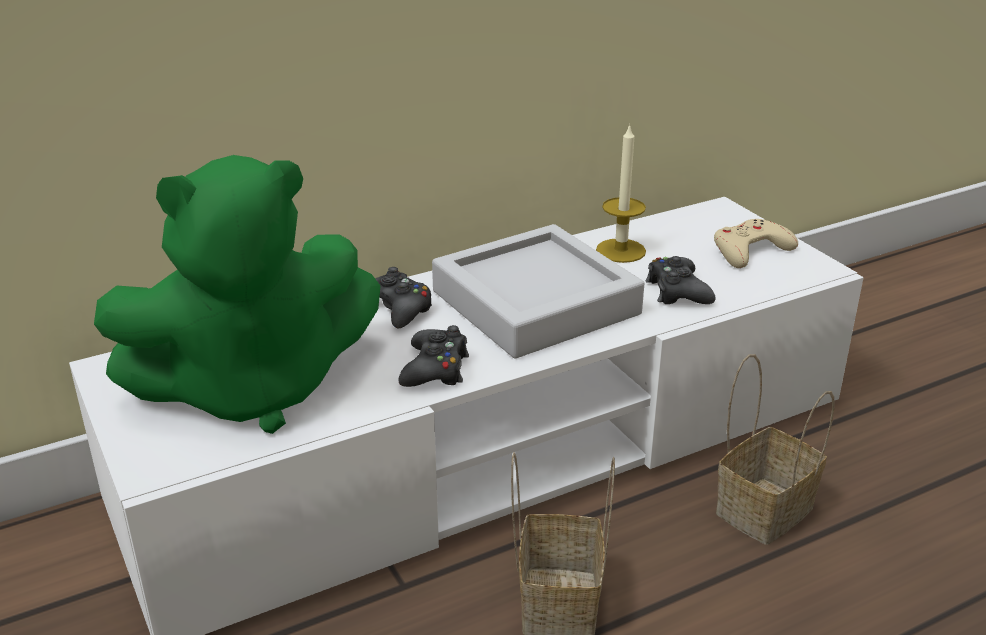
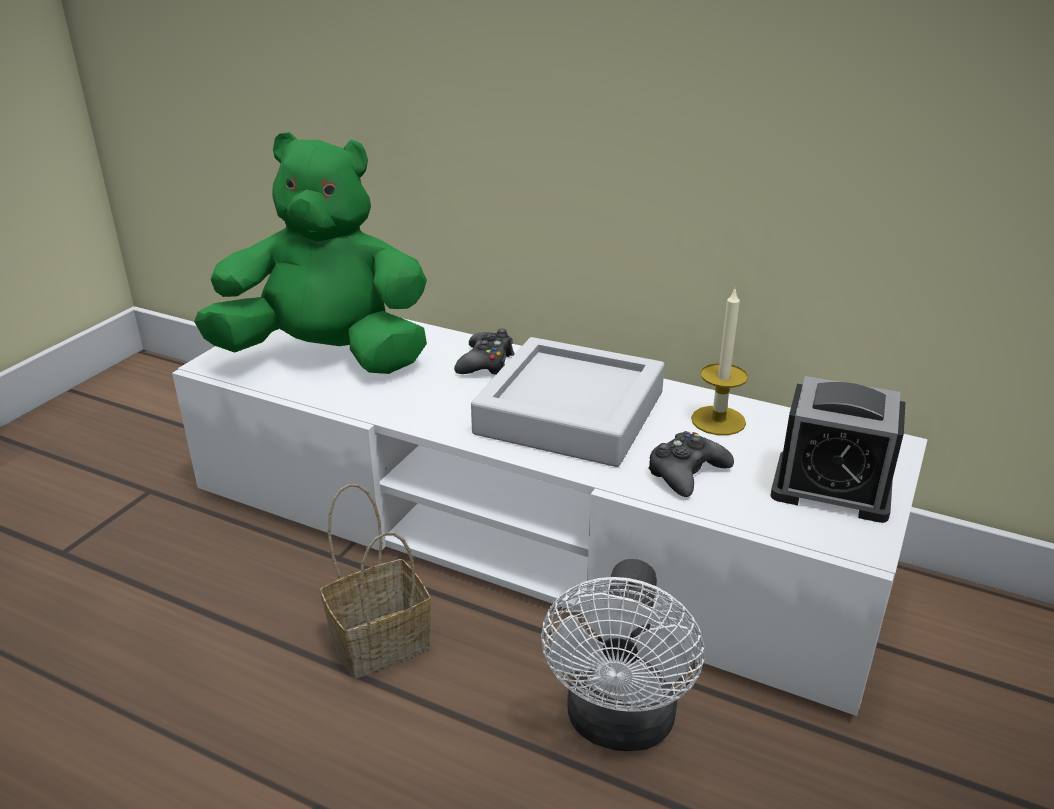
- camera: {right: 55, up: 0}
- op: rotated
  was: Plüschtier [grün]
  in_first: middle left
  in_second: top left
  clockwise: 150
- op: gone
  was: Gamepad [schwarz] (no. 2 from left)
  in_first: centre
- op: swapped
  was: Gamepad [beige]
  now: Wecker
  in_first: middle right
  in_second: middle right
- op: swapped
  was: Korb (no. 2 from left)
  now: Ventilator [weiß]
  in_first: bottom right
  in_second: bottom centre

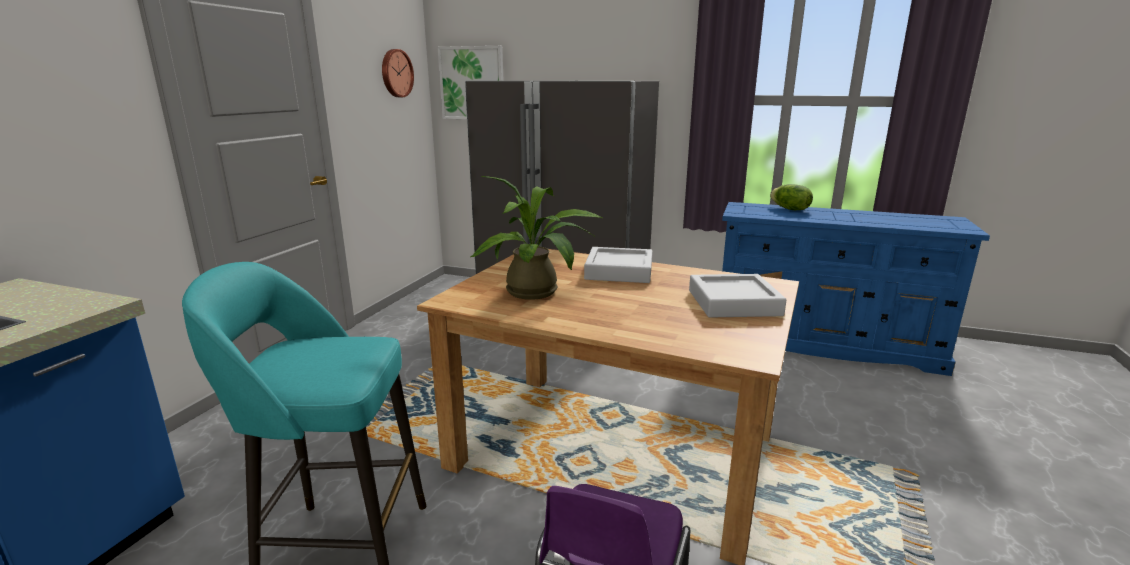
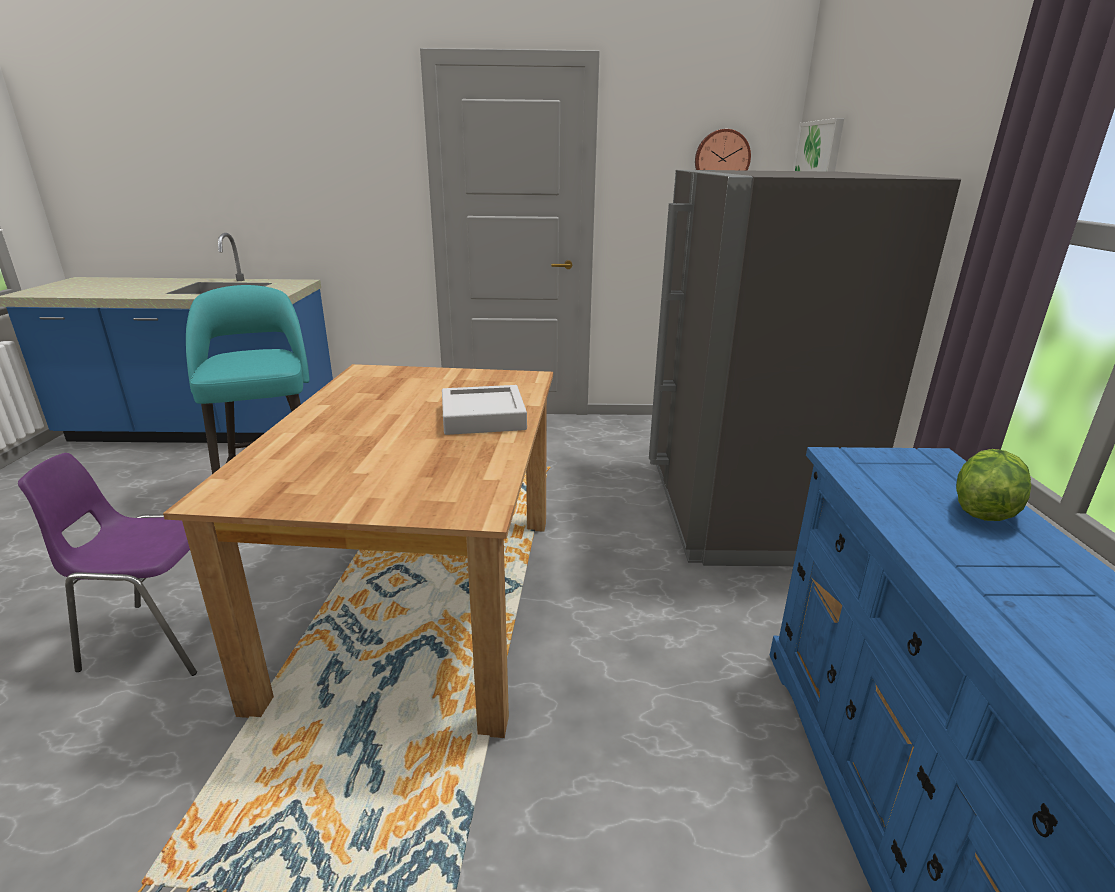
- camera: {right: 70, up: 5}
- op: gone
  was: Topfpflanze
  in_first: centre
- op: gone
  was: Tablett [grau] (no. 2 from left)
  in_first: centre

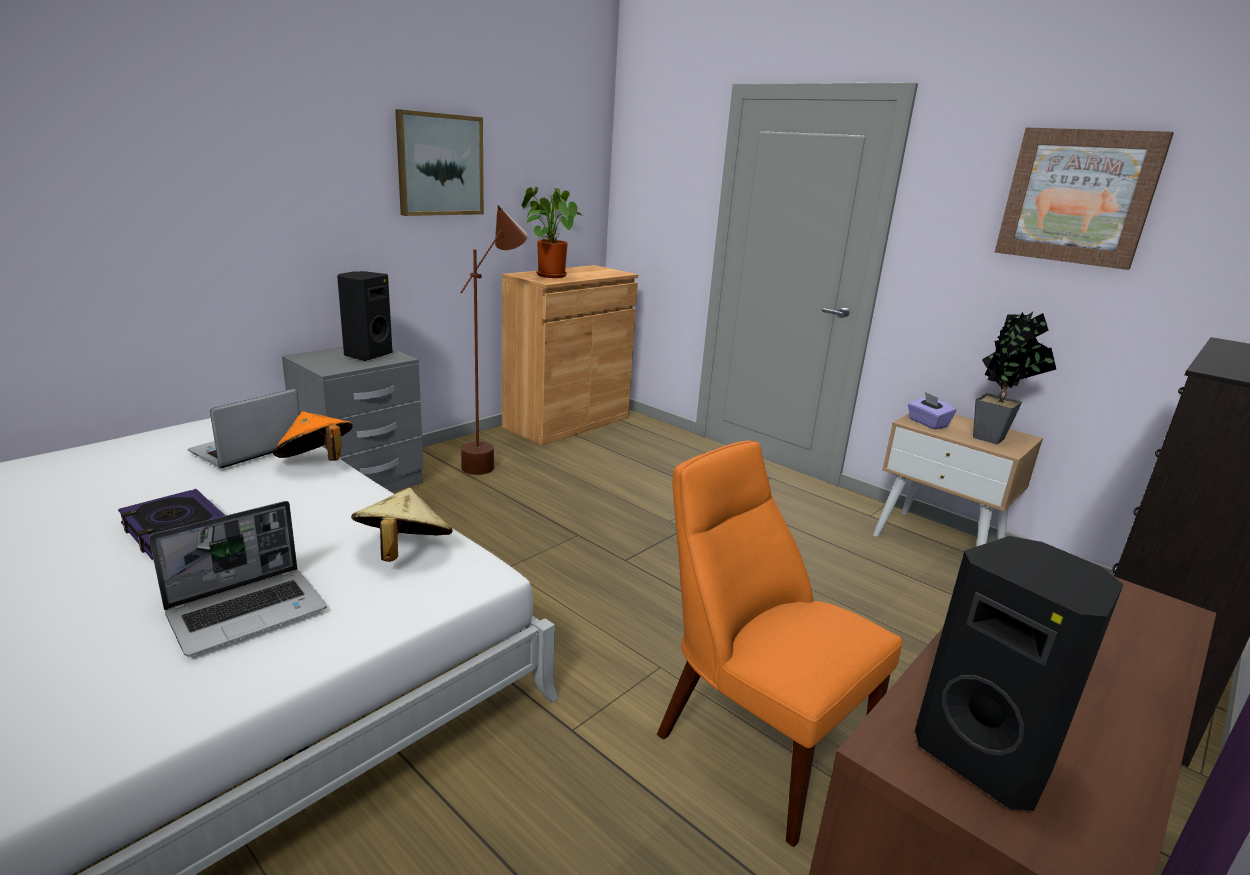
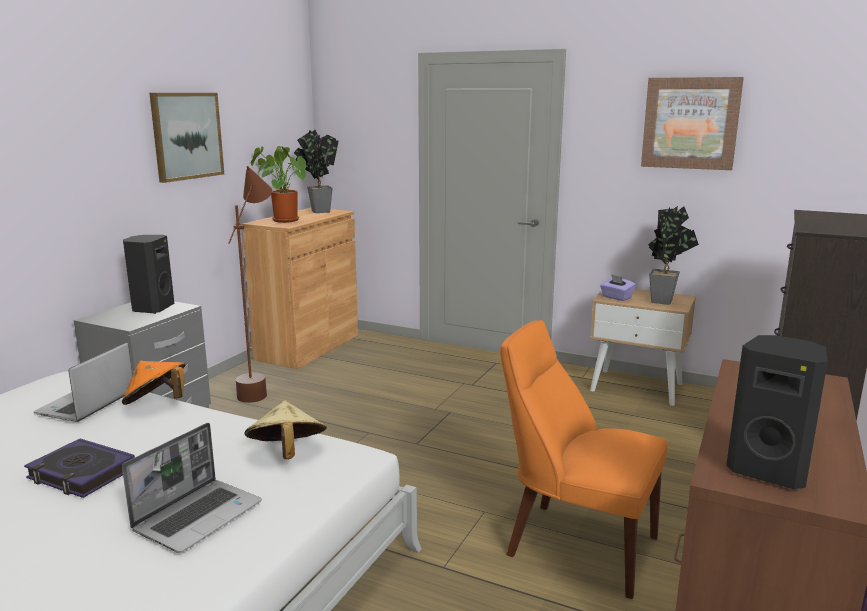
- camera: {right: -15, up: -5}
- op: new
  now: Topfpflanze (no. 2 from left)
  in_second: top centre

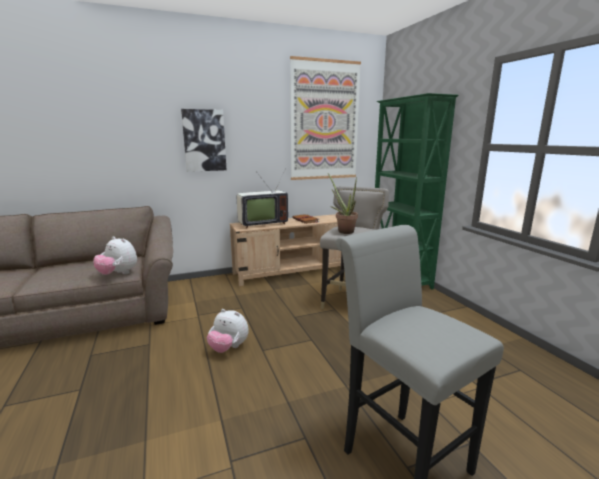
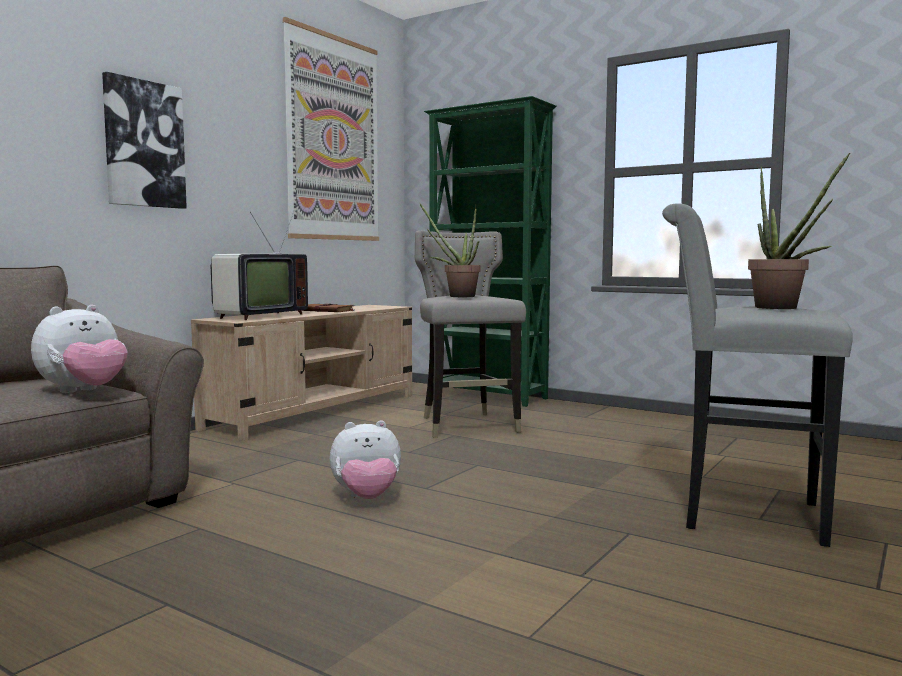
- camera: {right: -35, up: -10}
- op: rotated
  was: Plüschtier (no. 1 from left)
  in_first: middle left
  in_second: middle left
  clockwise: -45
- op: new
  now: Topfpflanze (no. 2 from left)
  in_second: middle right

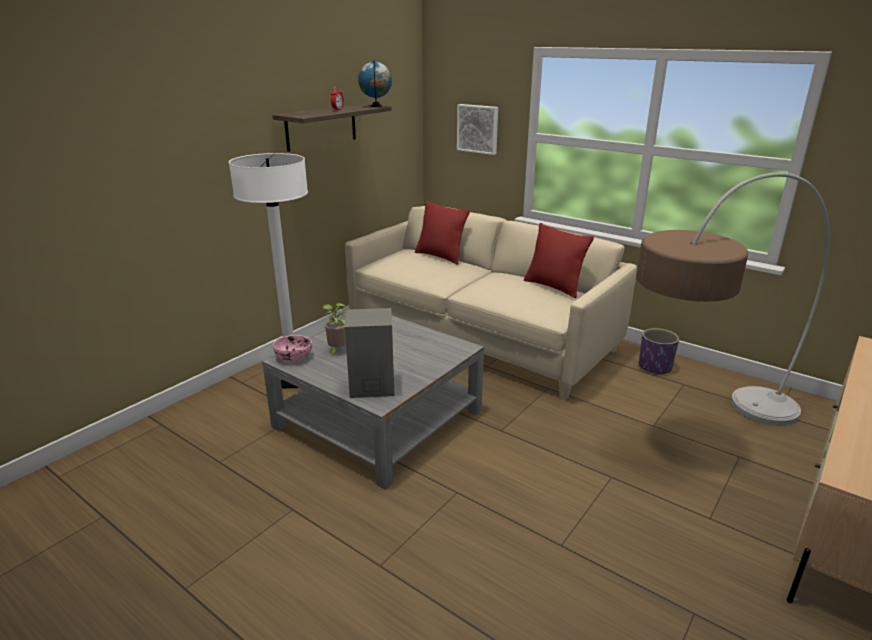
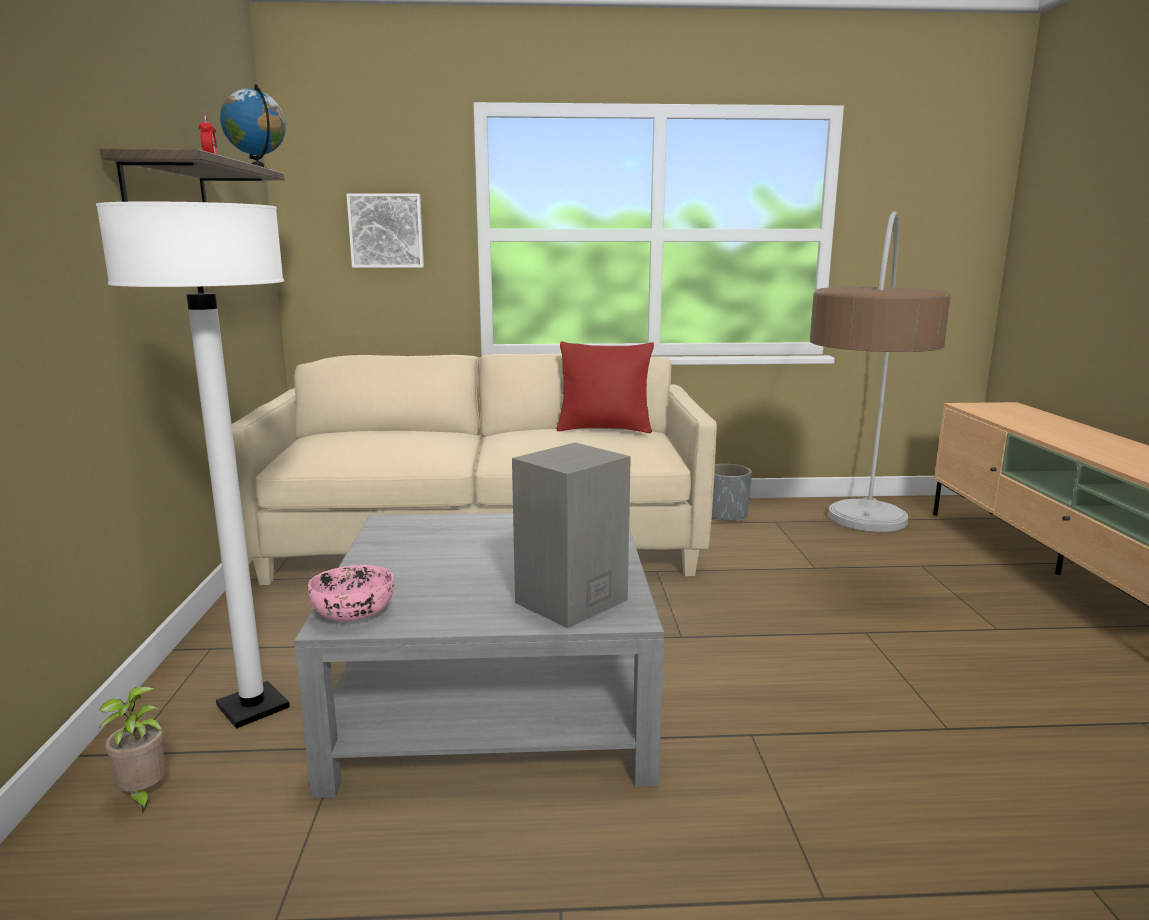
- camera: {right: -40, up: -10}
- op: shifted
  was: Topfpflanze
  in_first: centre
  in_second: bottom left
- op: gone
  was: Kissen [rot] (no. 1 from left)
  in_first: centre
- op: repainted
  was: Pflanzkübel [lila]
  now: Pflanzkübel [grau]
  in_first: middle right
  in_second: centre

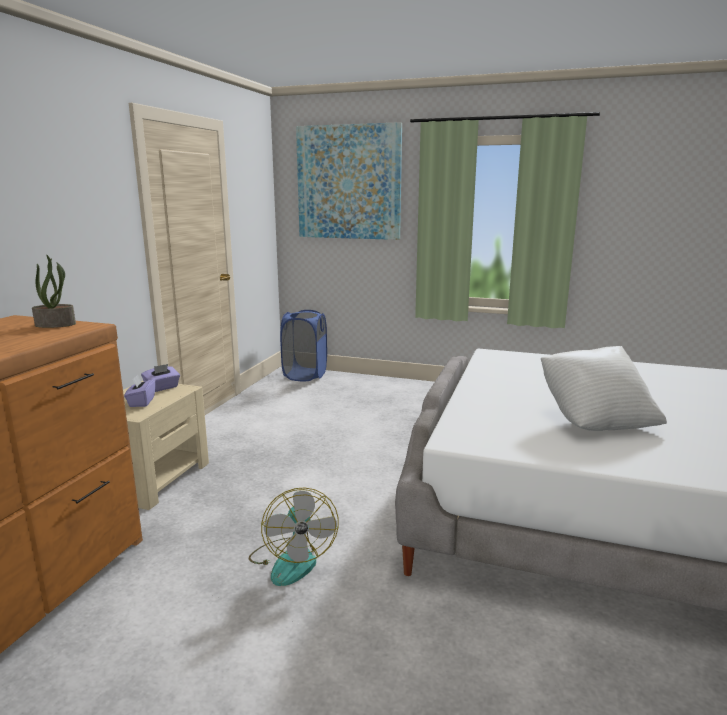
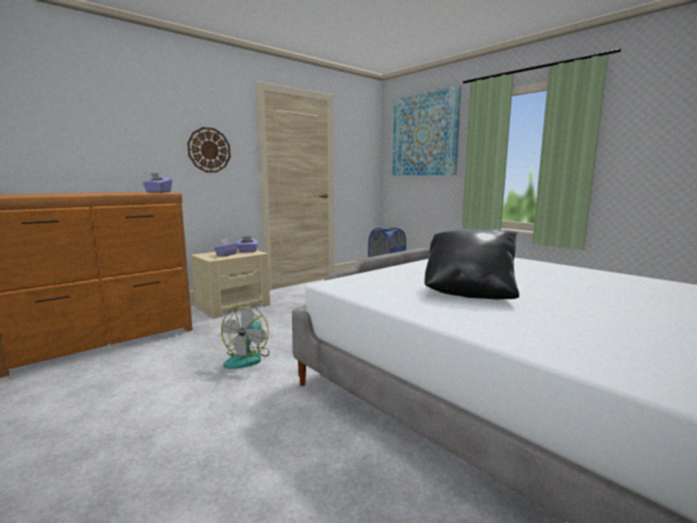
- camera: {right: 30, up: -5}
- op: swapped
  was: Topfpflanze
  now: Taschentuchbox [lila] (no. 1 from left)
  in_first: middle left
  in_second: middle left
- op: repainted
  was: Kissen [weiß]
  now: Kissen [schwarz]
  in_first: middle right
  in_second: middle right
- op: new
  now: Wanduhr
  in_second: top left

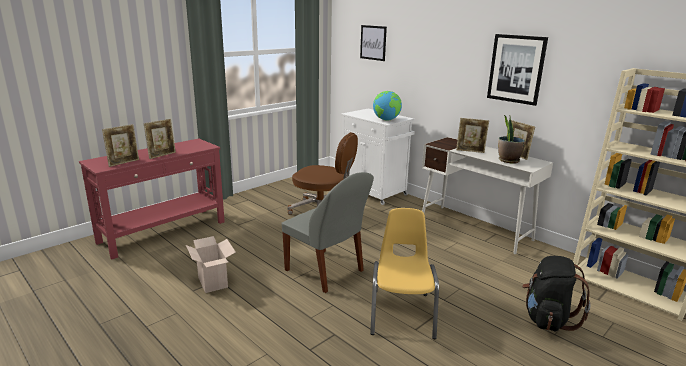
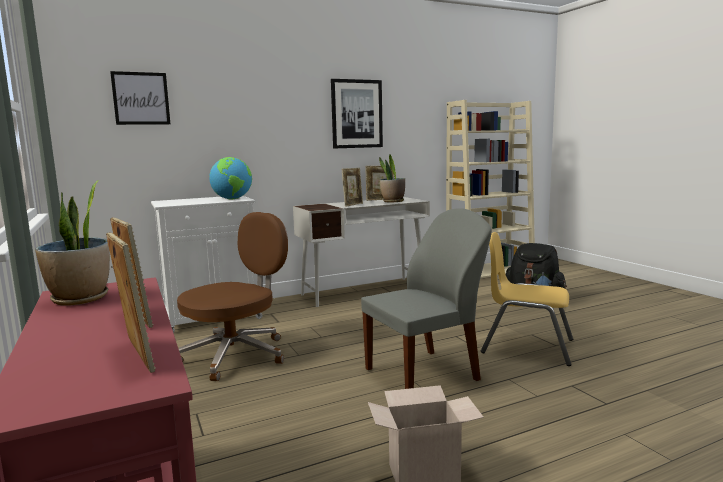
- camera: {right: -70, up: -10}
- op: new
  now: Topfpflanze (no. 1 from left)
  in_second: middle left

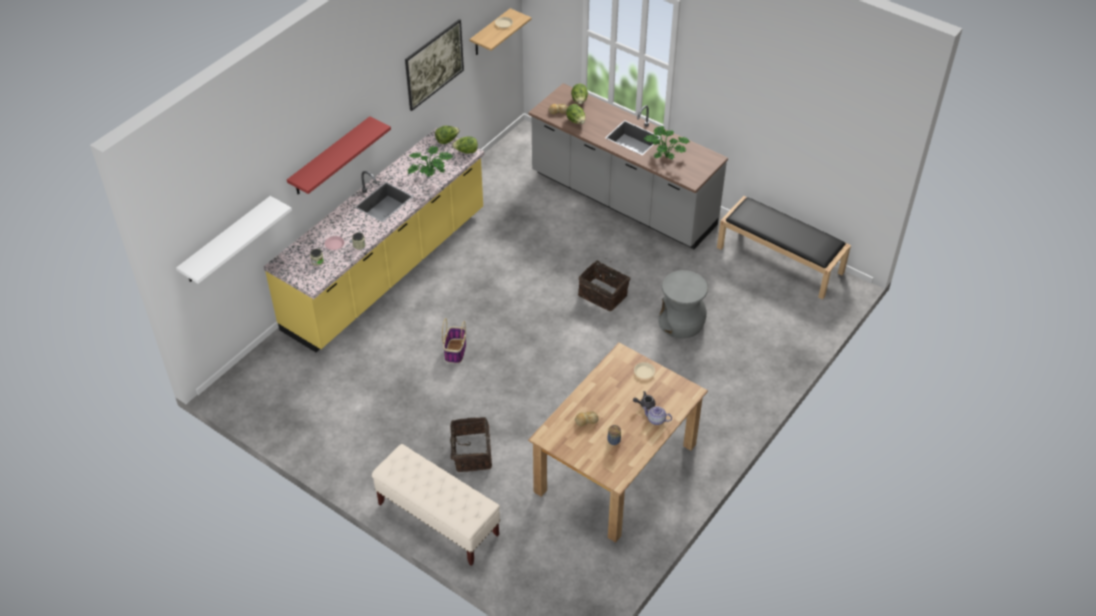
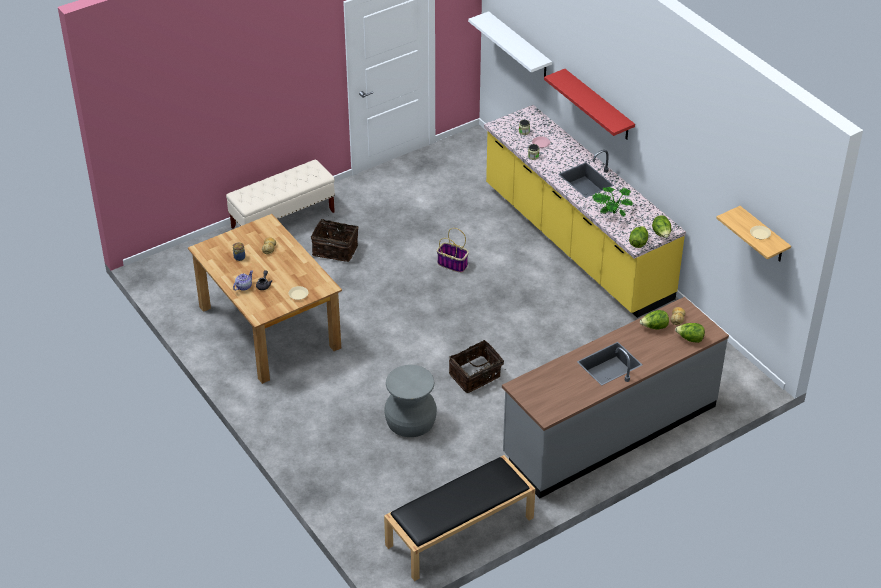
- camera: {right: 110, up: -5}
- op: gone
  was: Bild
  in_first: top centre
- op: gone
  was: Topfpflanze (no. 2 from left)
  in_first: top centre

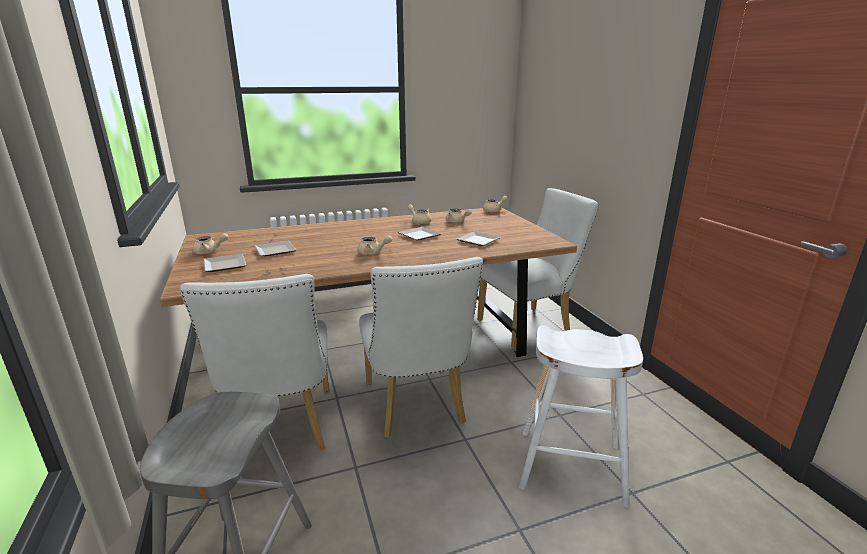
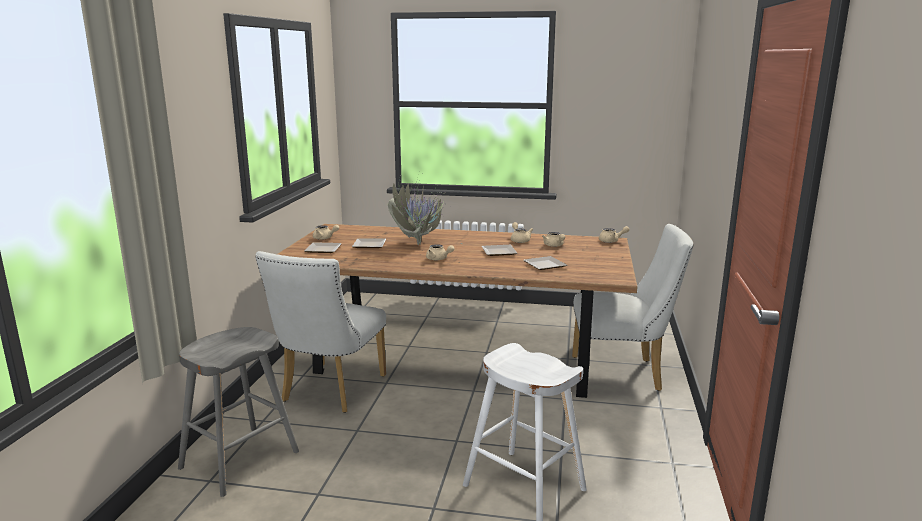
- camera: {right: 30, up: -5}
- op: gone
  was: Stuhl [weiß] (no. 2 from left)
  in_first: centre
- op: new
  now: Topfpflanze
  in_second: centre

